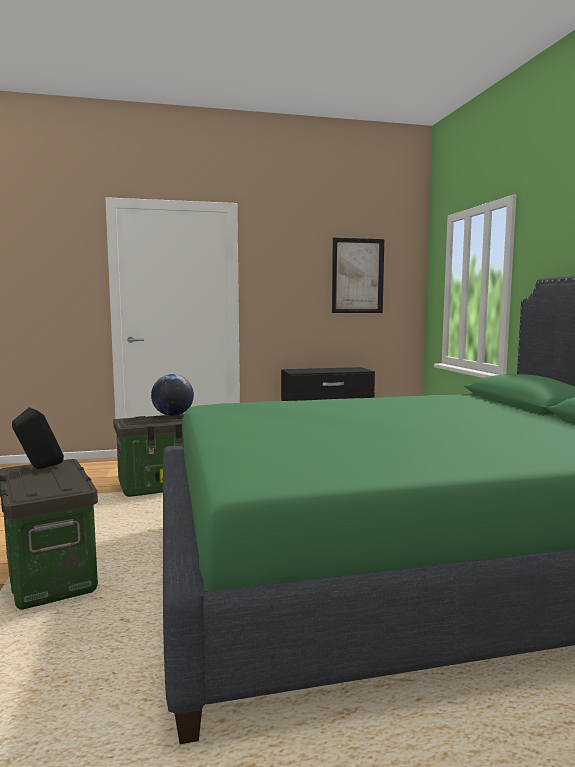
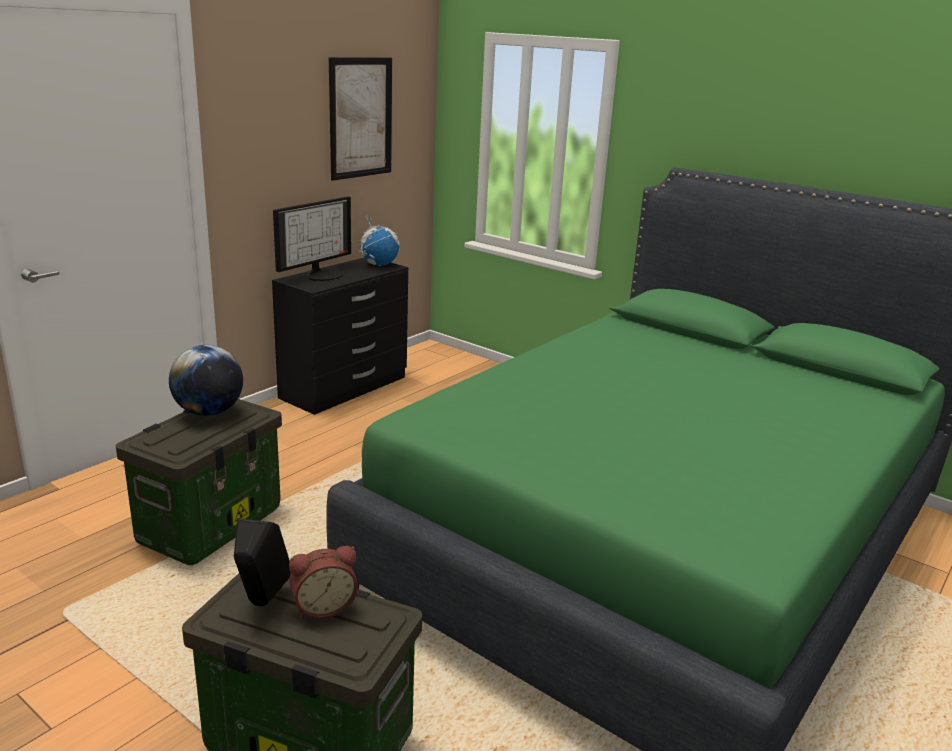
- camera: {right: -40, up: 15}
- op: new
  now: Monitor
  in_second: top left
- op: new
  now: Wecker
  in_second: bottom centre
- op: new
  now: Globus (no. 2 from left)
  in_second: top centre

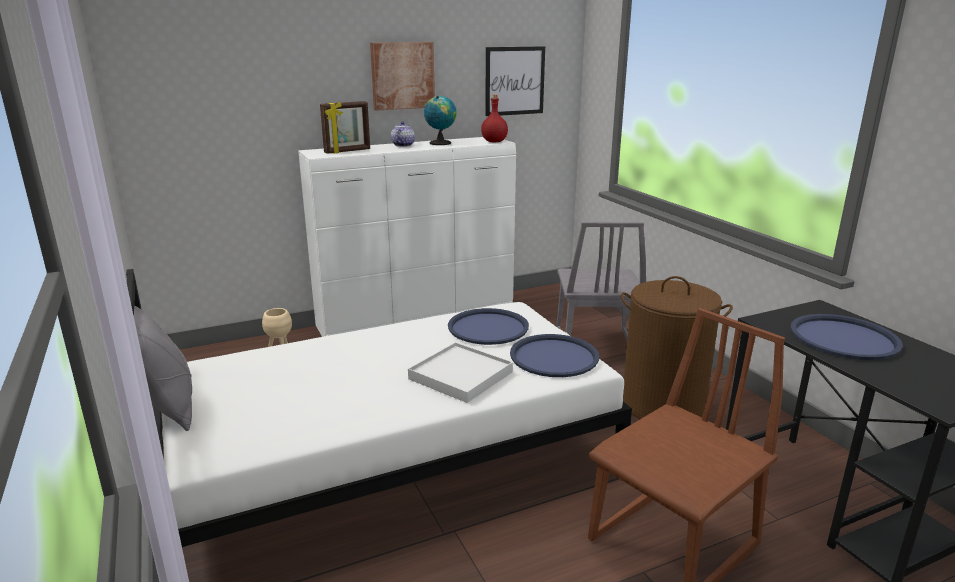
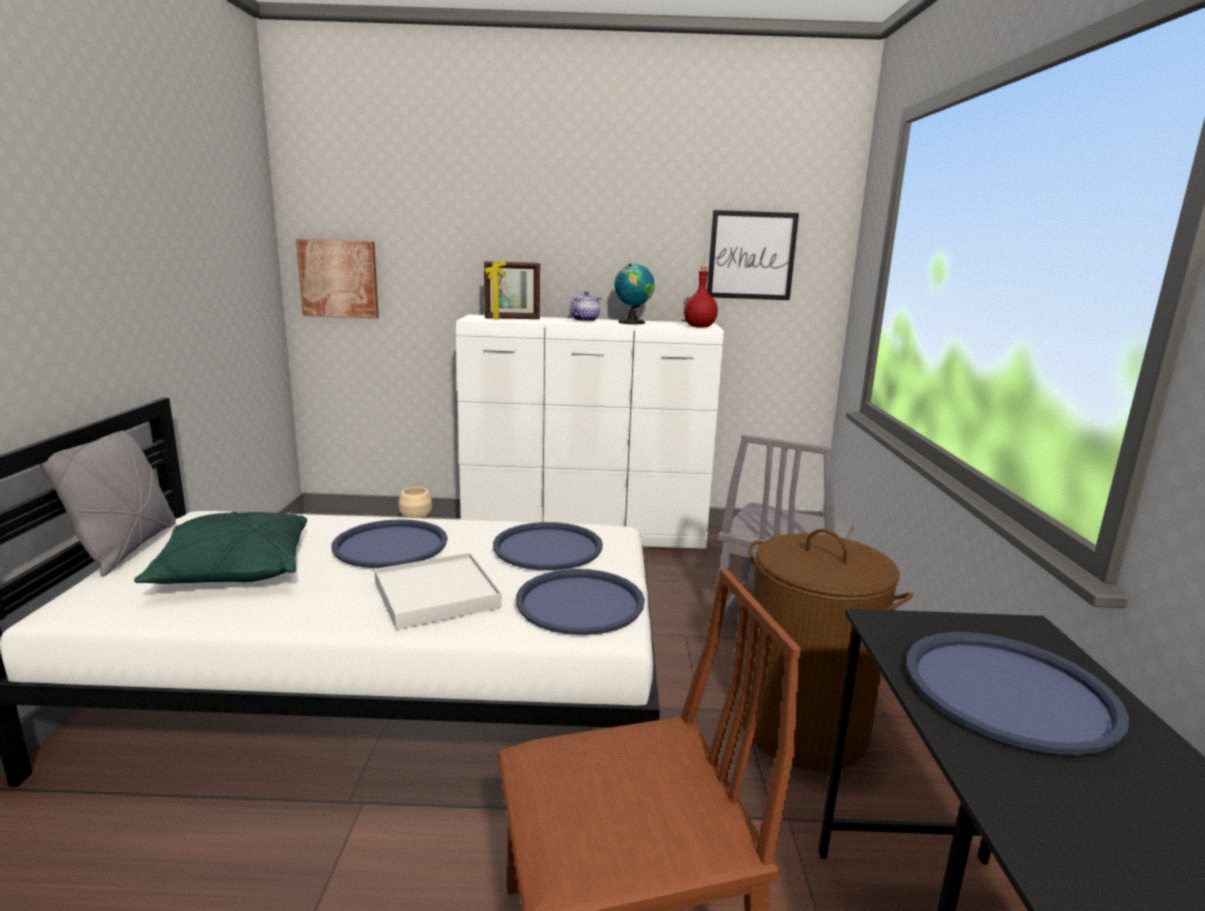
- camera: {right: 25, up: -5}
- op: shifted
  was: Bild (no. 1 from left)
  in_first: top centre
  in_second: top left
- op: new
  now: Kissen [grün]
  in_second: middle left
- op: new
  now: Tablett [blau] (no. 1 from left)
  in_second: middle left

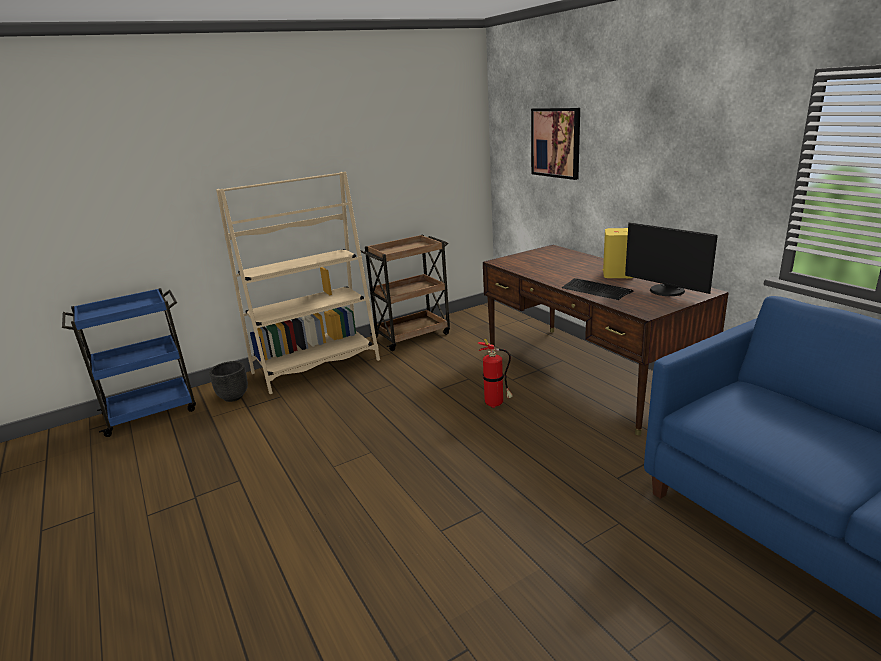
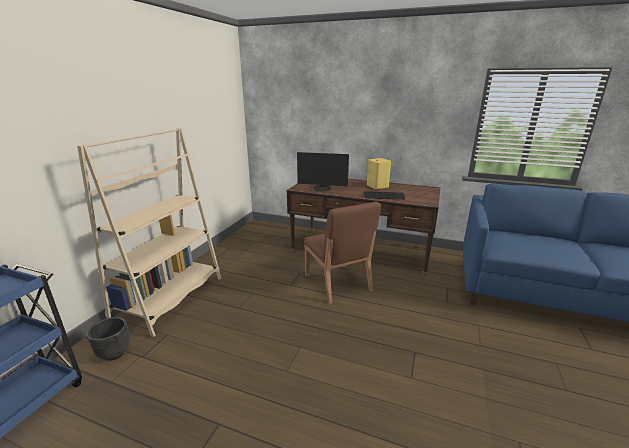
- camera: {right: -40, up: 0}
- op: gone
  was: Rollwagen [braun]
  in_first: centre
- op: swapped
  was: Feuerlöscher
  now: Stuhl [braun]
  in_first: centre
  in_second: centre
- op: gone
  was: Bild
  in_first: top centre
- op: shifted
  was: Monitor
  in_first: middle right
  in_second: centre

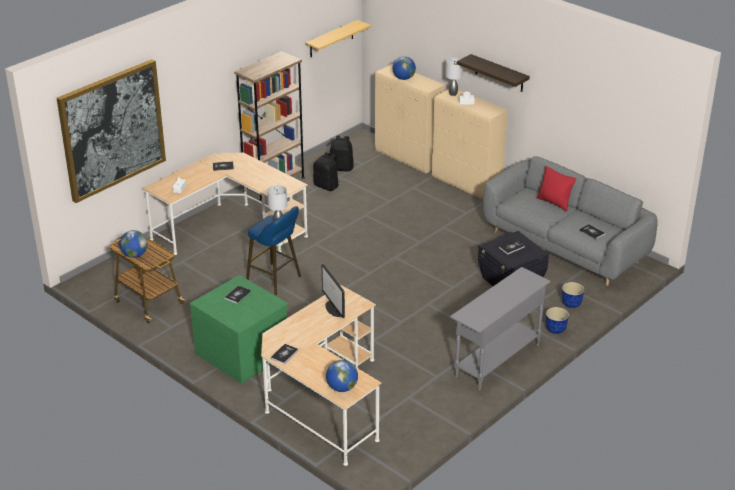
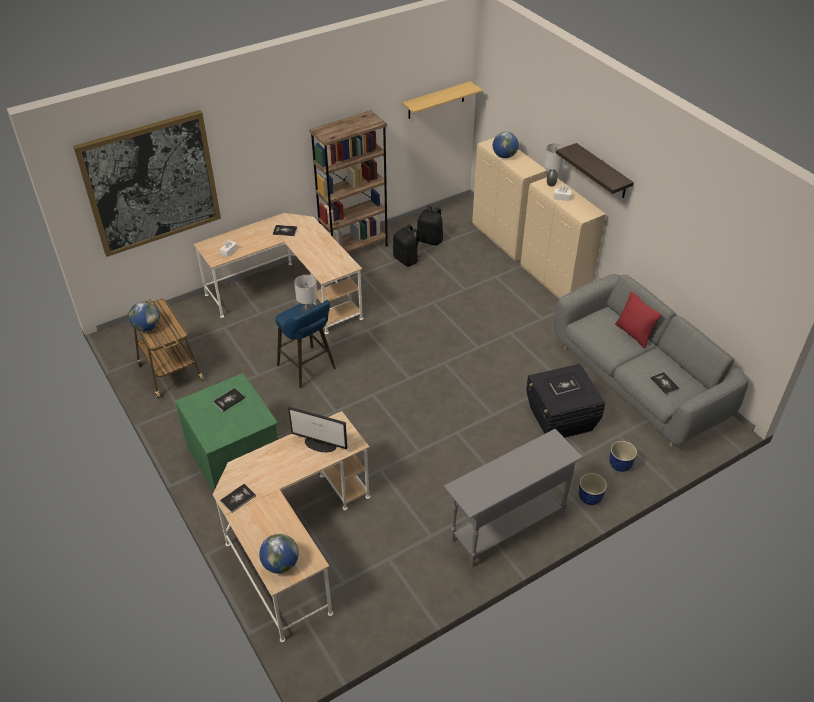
- camera: {right: 15, up: 10}
- op: rotated
  was: Monitor
  in_first: centre
  in_second: centre
  clockwise: -60

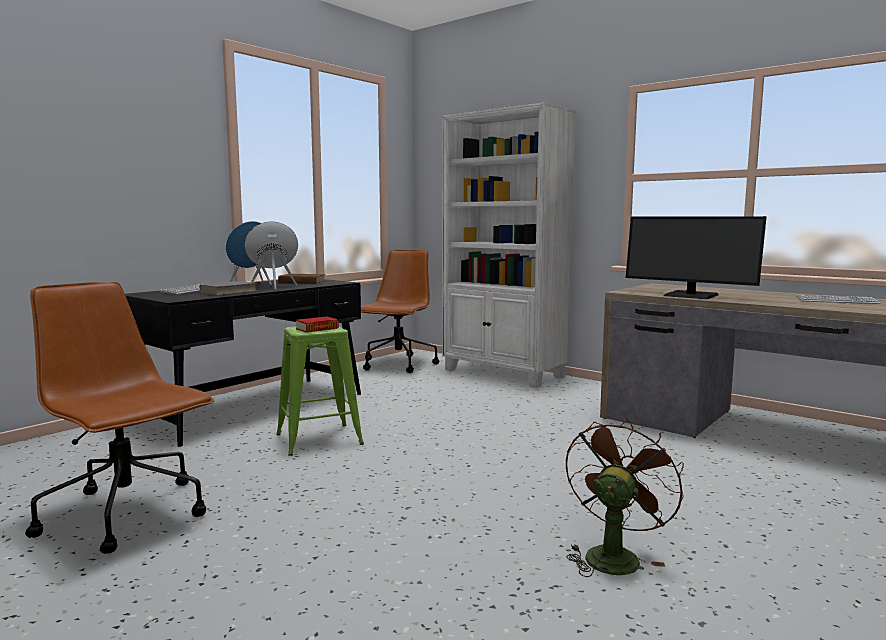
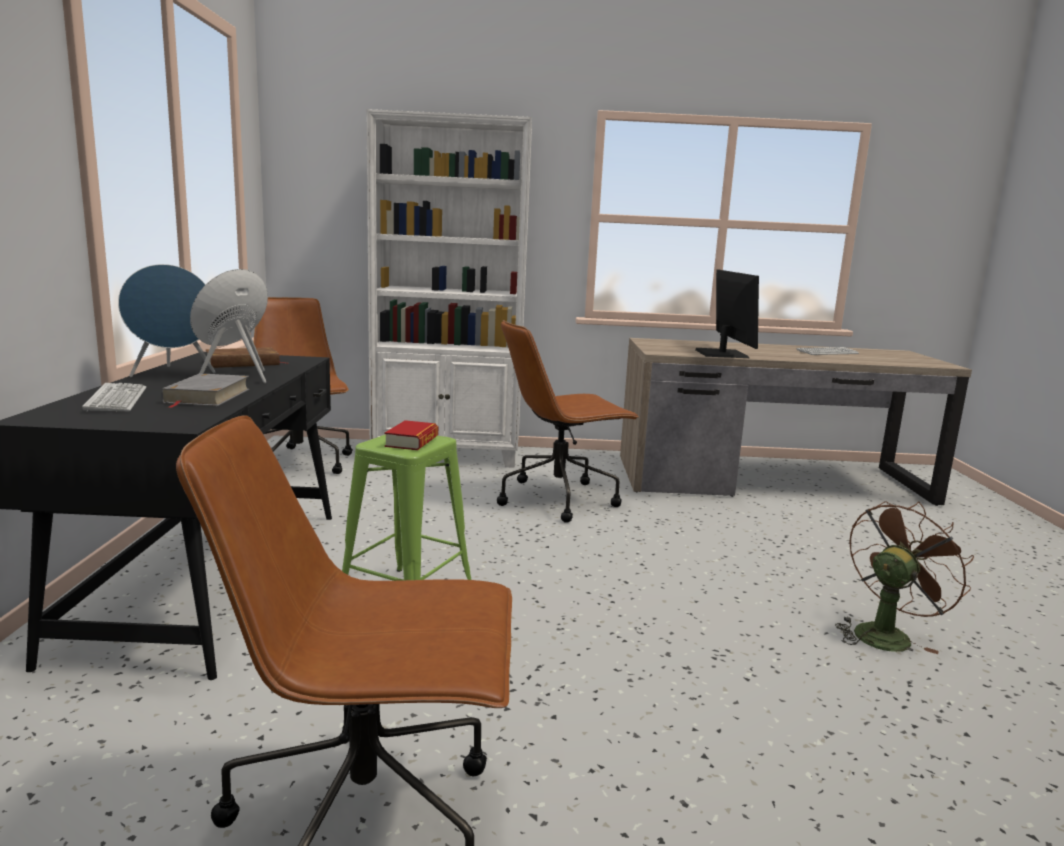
- camera: {right: -40, up: 5}
- op: rotated
  was: Ventilator [braun]
  in_first: bottom right
  in_second: bottom right
  clockwise: 60
- op: rotated
  was: Monitor
  in_first: middle right
  in_second: middle right
  clockwise: -90
- op: new
  now: Bürostuhl [braun] (no. 3 from left)
  in_second: centre

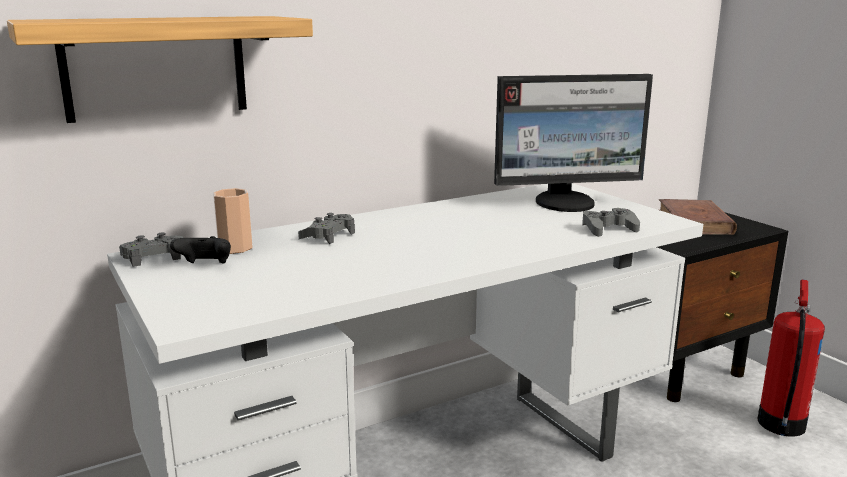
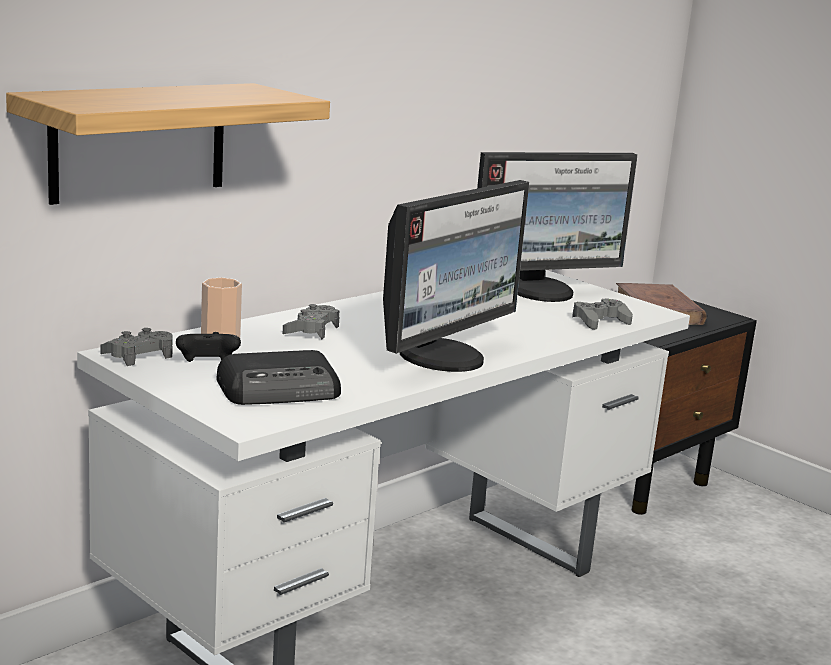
- camera: {right: -15, up: 0}
- op: gone
  was: Feuerlöscher
  in_first: bottom right
- op: new
  now: Radio
  in_second: centre
- op: new
  now: Monitor (no. 1 from left)
  in_second: centre

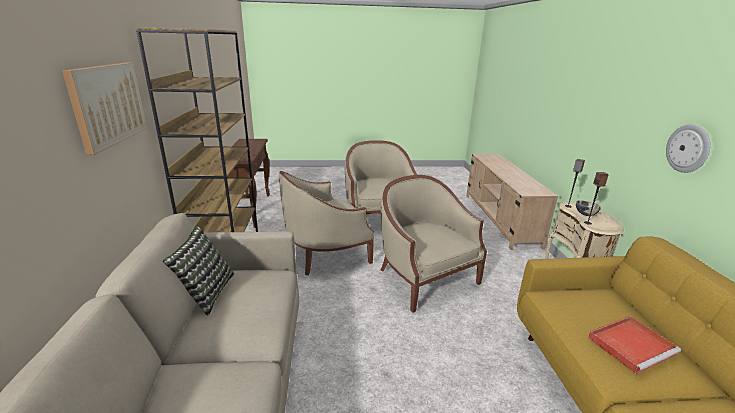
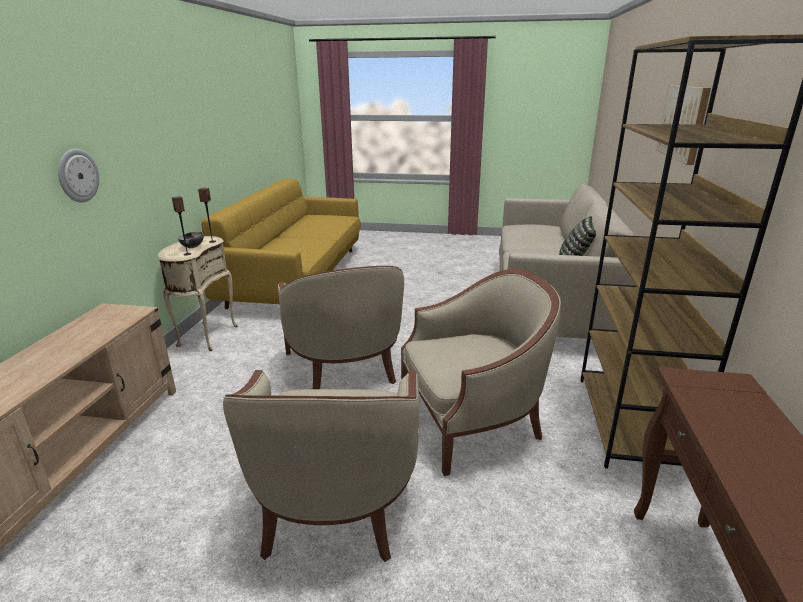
- camera: {right: -165, up: 0}
- op: gone
  was: Tablett [rot]
  in_first: bottom right
- op: shifted
  was: Wanduhr
  in_first: middle right
  in_second: top left

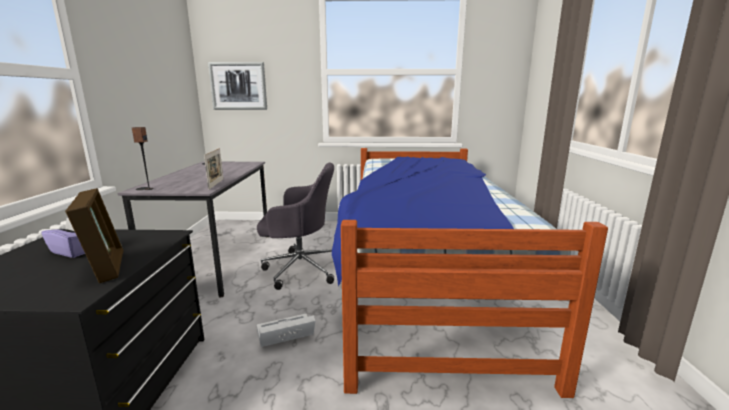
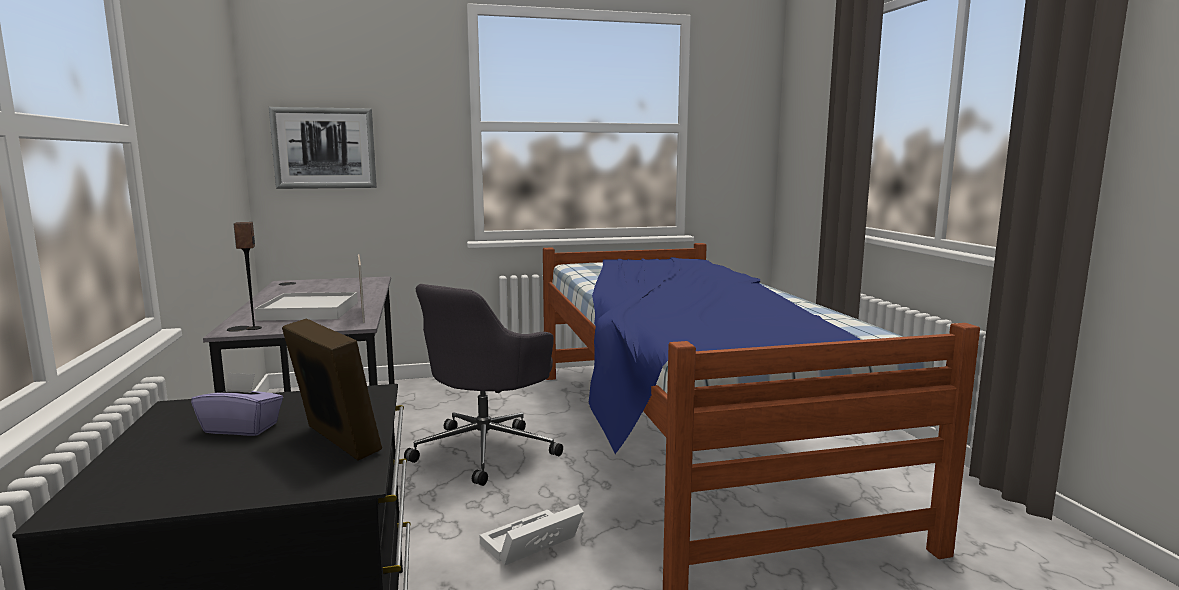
- camera: {right: -15, up: -5}
- op: rotated
  was: Bürostuhl [grau]
  in_first: centre
  in_second: centre
  clockwise: 135
- op: new
  now: Tablett [weiß]
  in_second: middle left

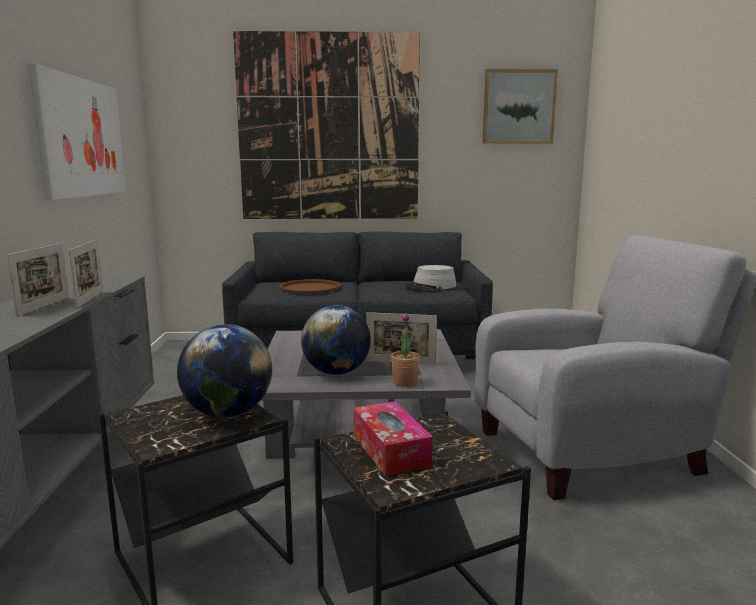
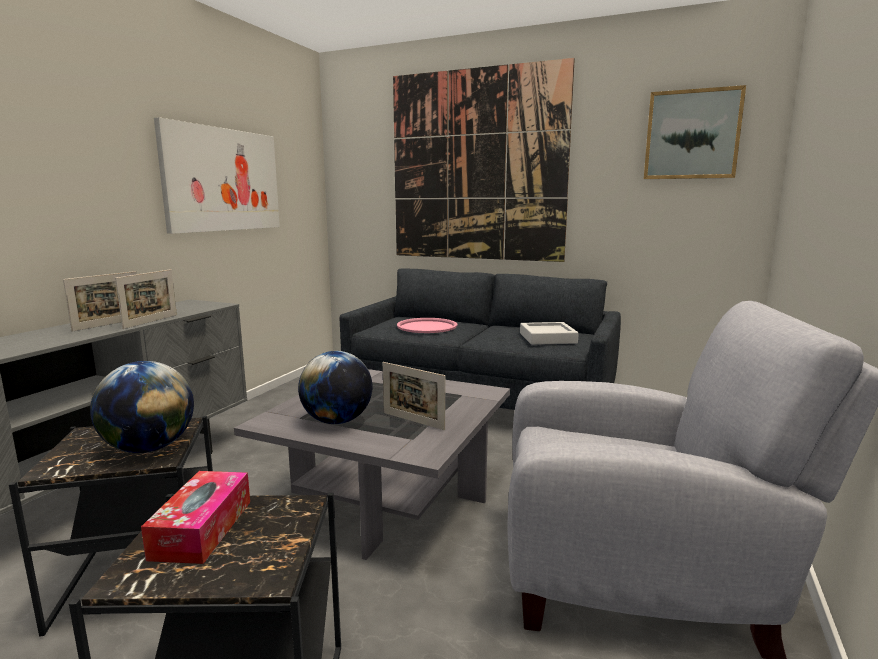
- camera: {right: 25, up: 0}
- op: repainted
  was: Tablett [braun]
  now: Tablett [rosa]
  in_first: centre
  in_second: centre
- op: gone
  was: Topfpflanze
  in_first: centre
- op: swapped
  was: Hut [grau]
  now: Tablett [grau]
  in_first: centre
  in_second: centre

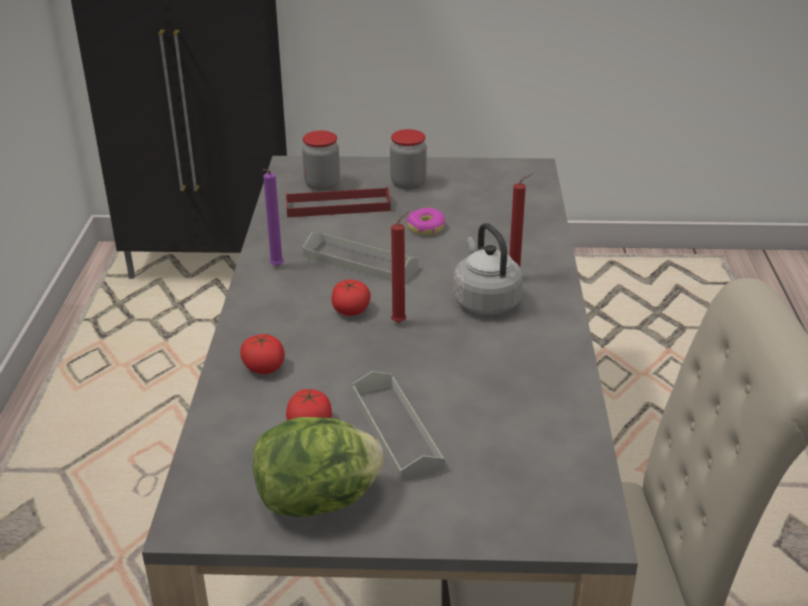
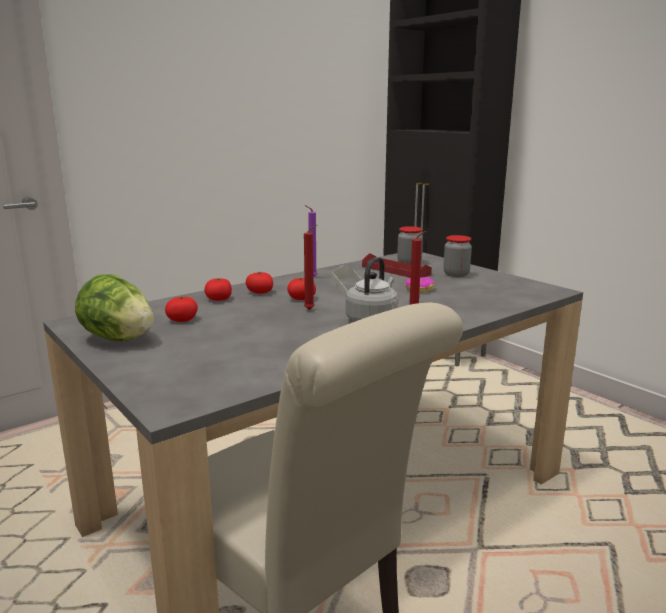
- camera: {right: 50, up: -15}
- op: gone
  was: Tablett [grau] (no. 2 from left)
  in_first: bottom centre
- op: new
  now: Tomate (no. 3 from left)
  in_second: centre

